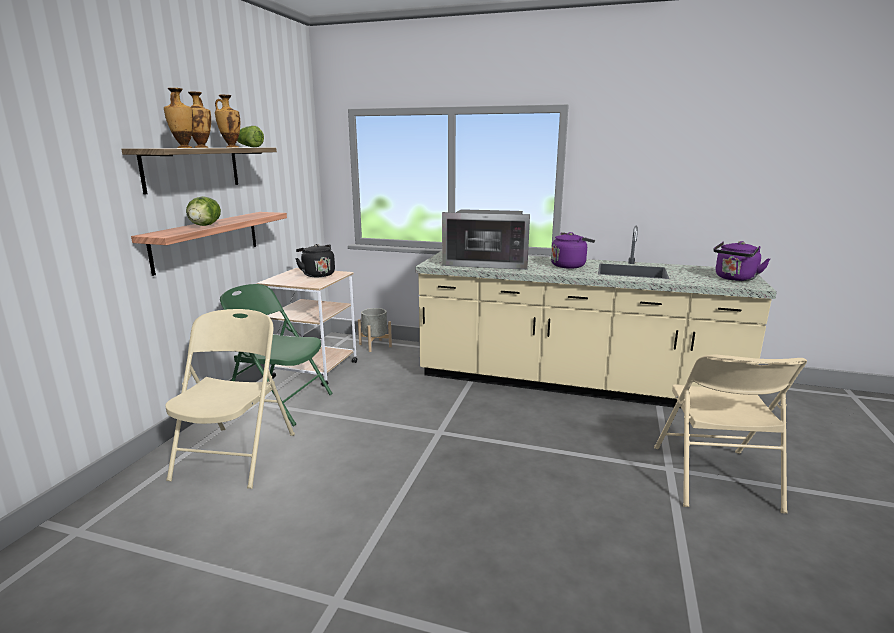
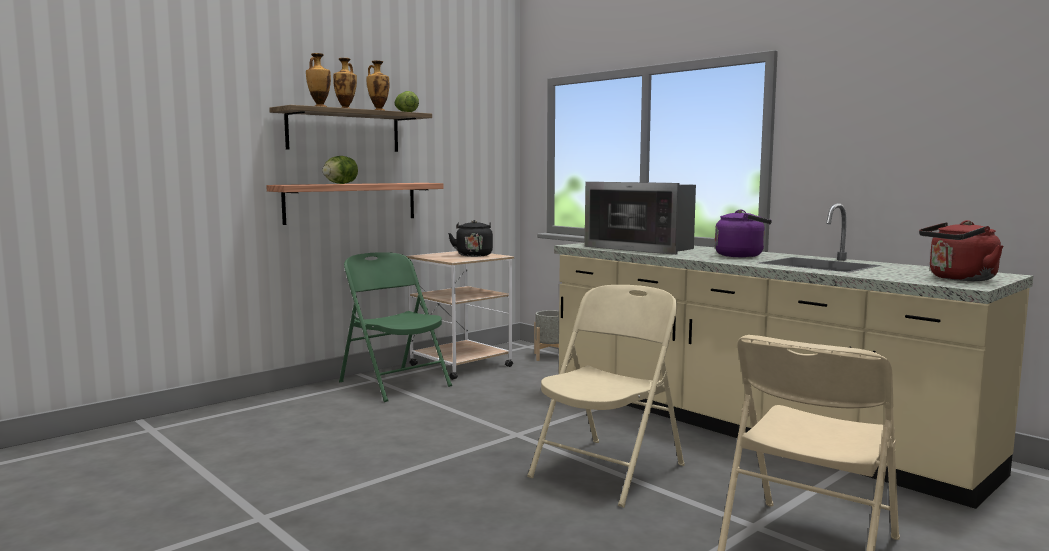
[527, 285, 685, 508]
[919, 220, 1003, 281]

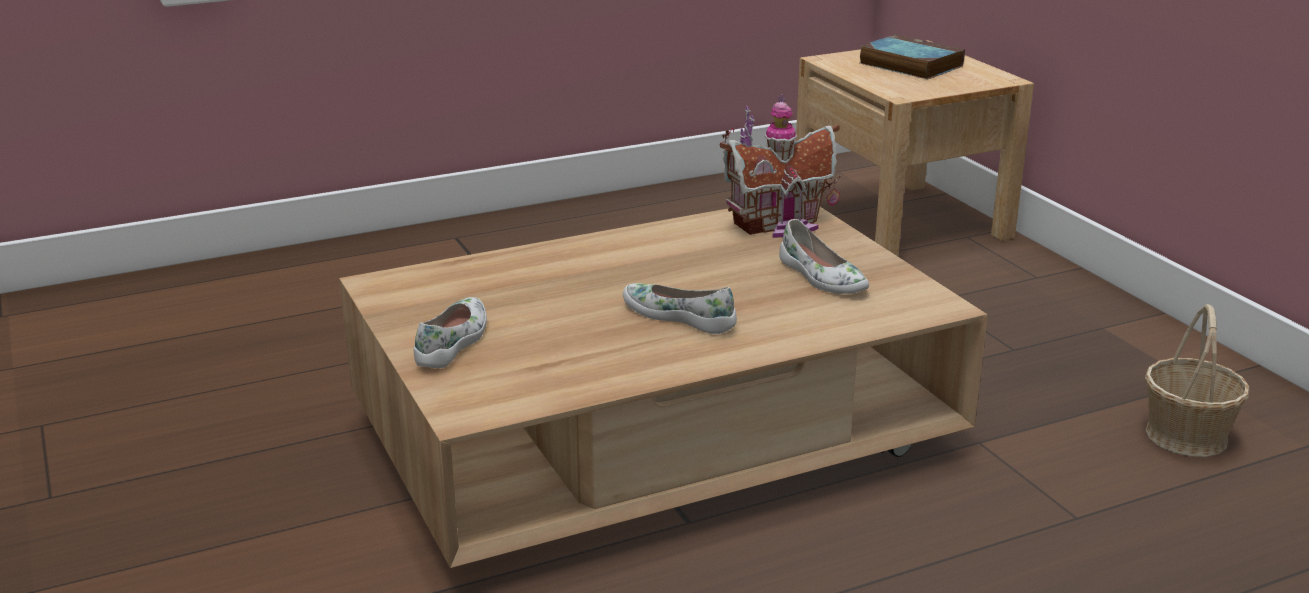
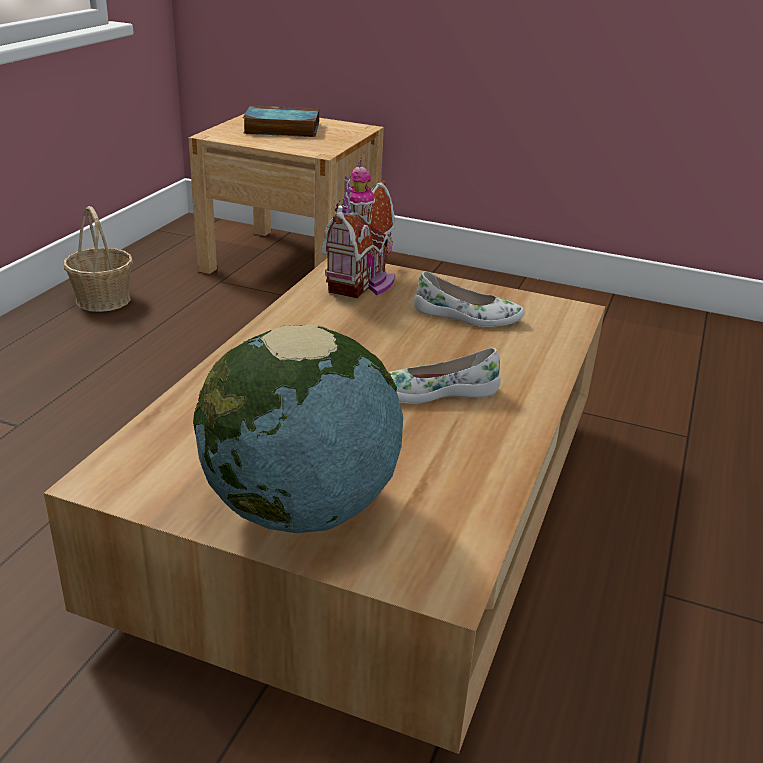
[64, 206, 133, 312]
[193, 324, 403, 533]

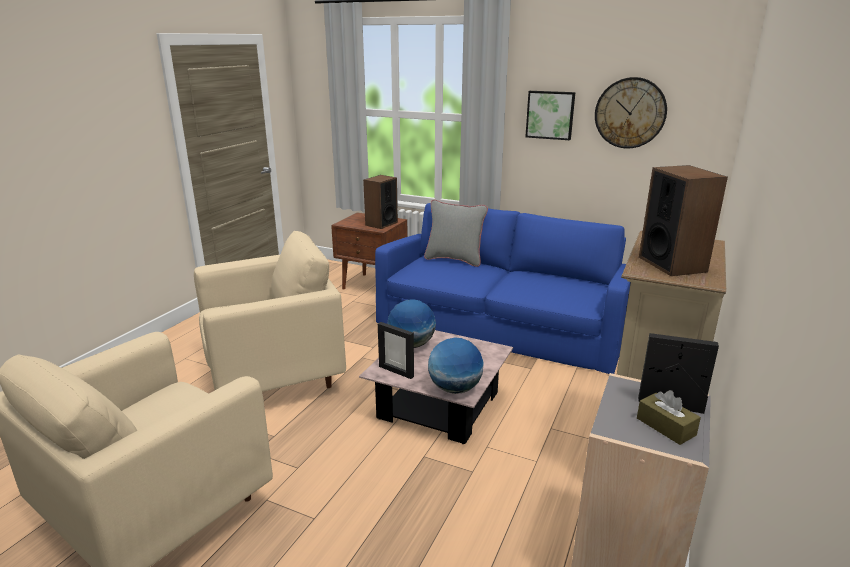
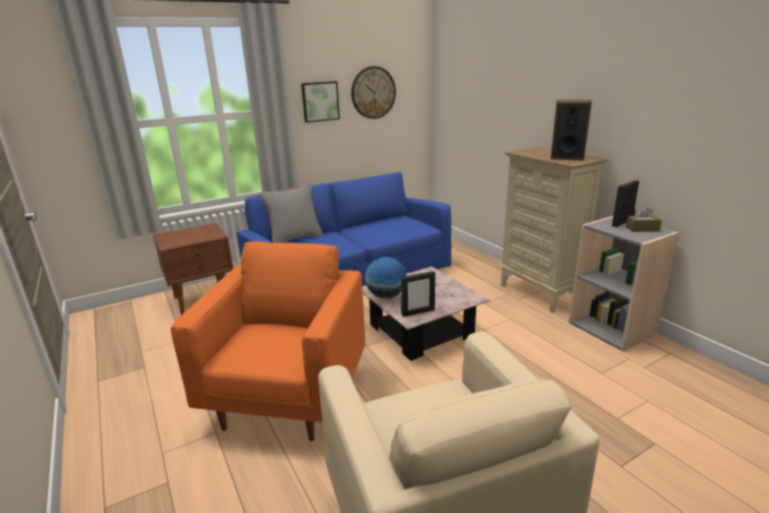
[171, 241, 365, 441]
[363, 175, 398, 229] (first image)
[428, 338, 484, 394] (first image)

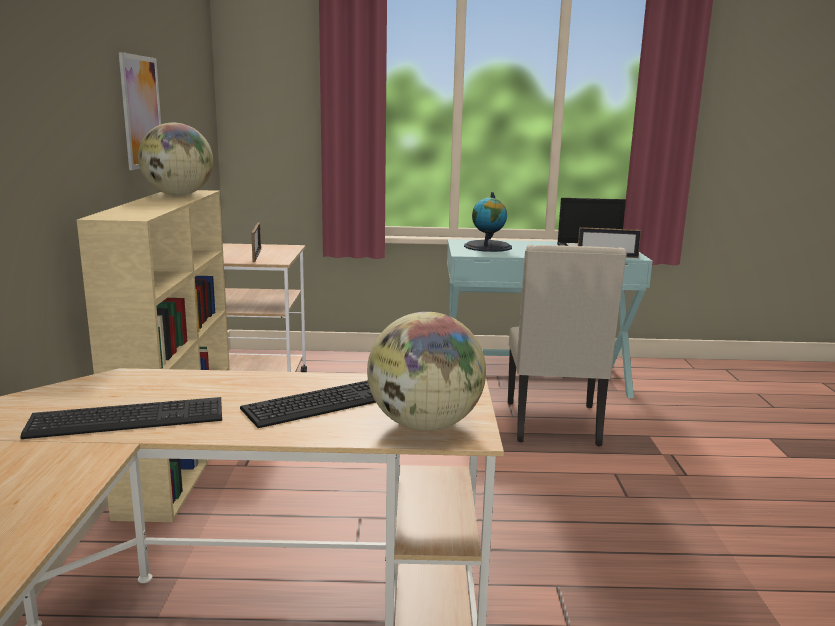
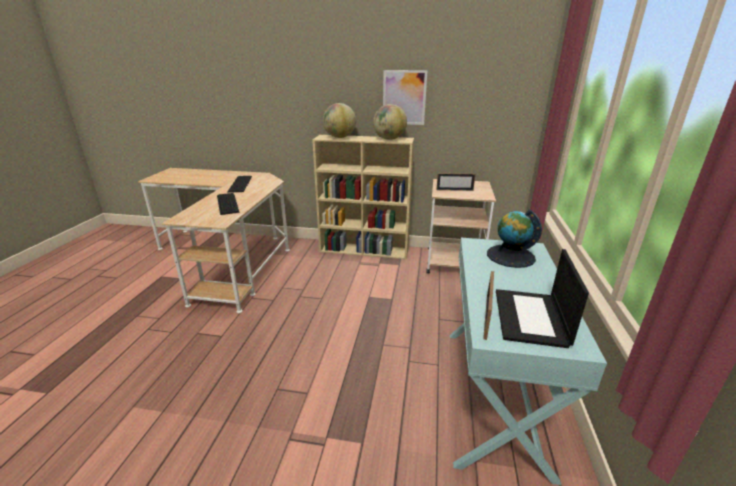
[323, 103, 356, 138]
[508, 245, 627, 446] (first image)

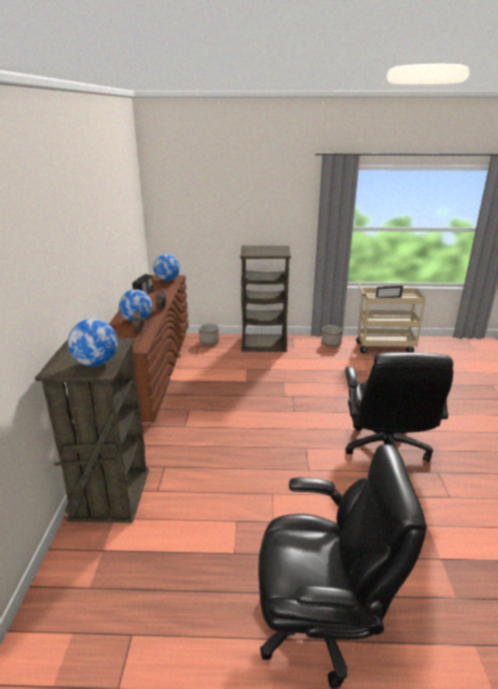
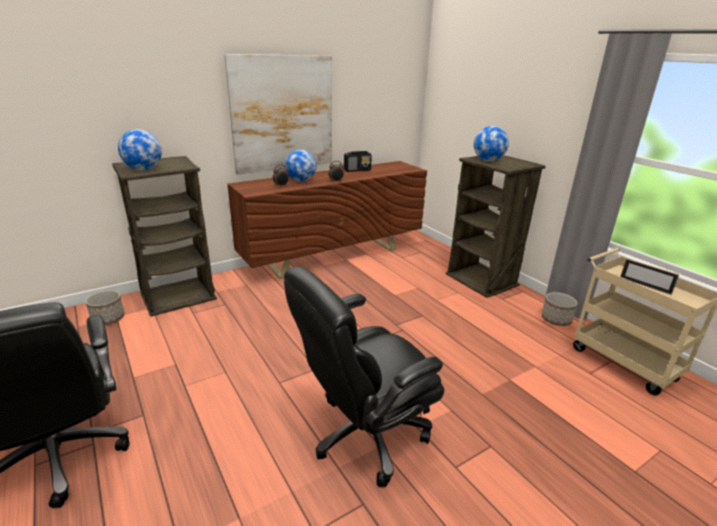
[85, 290, 125, 325]
[224, 54, 332, 175]
[474, 126, 509, 161]

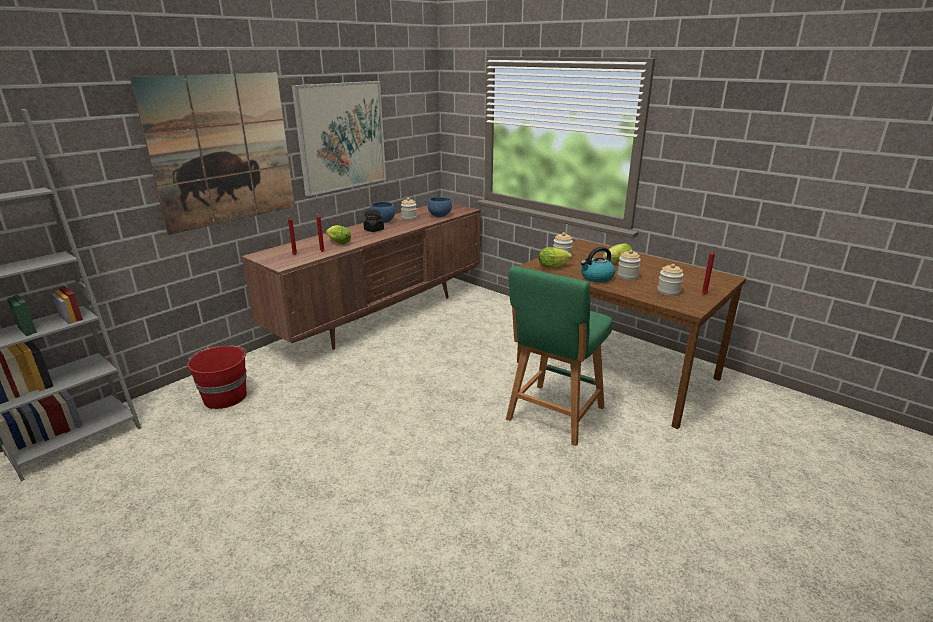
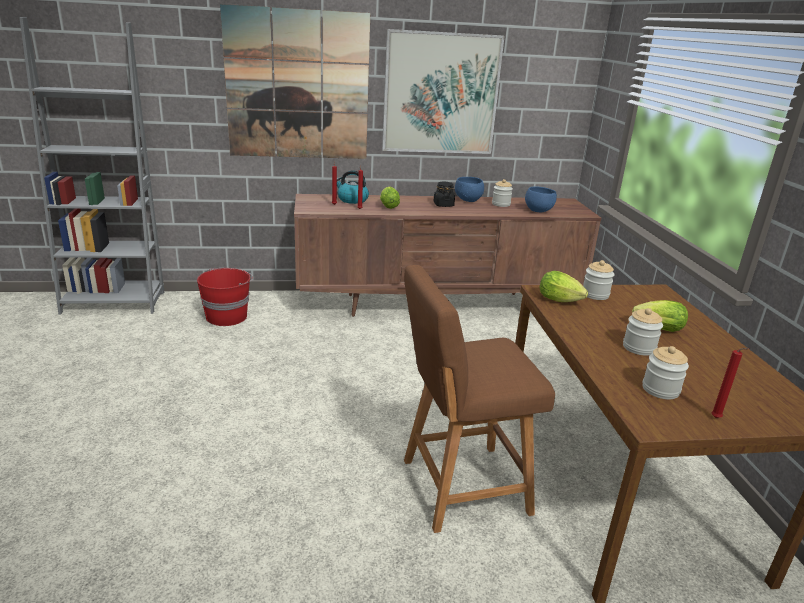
[337, 170, 369, 204]
[404, 265, 555, 533]

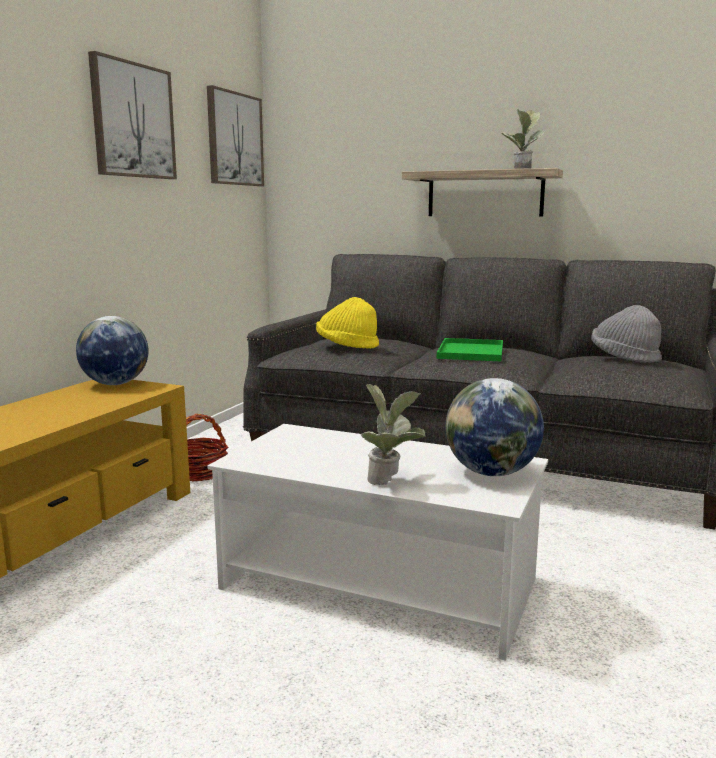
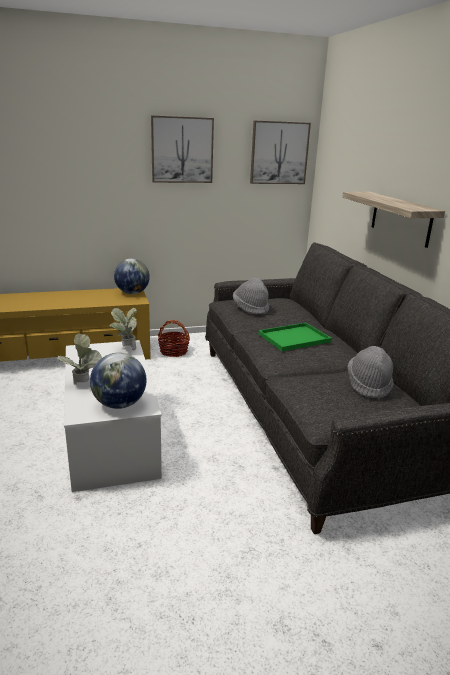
[109, 308, 137, 350]
[233, 278, 269, 314]

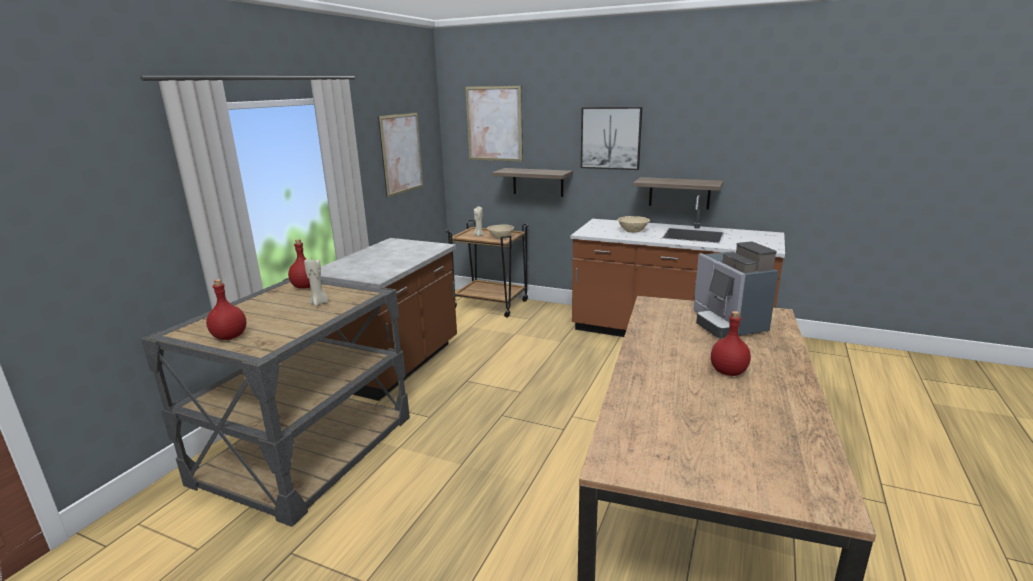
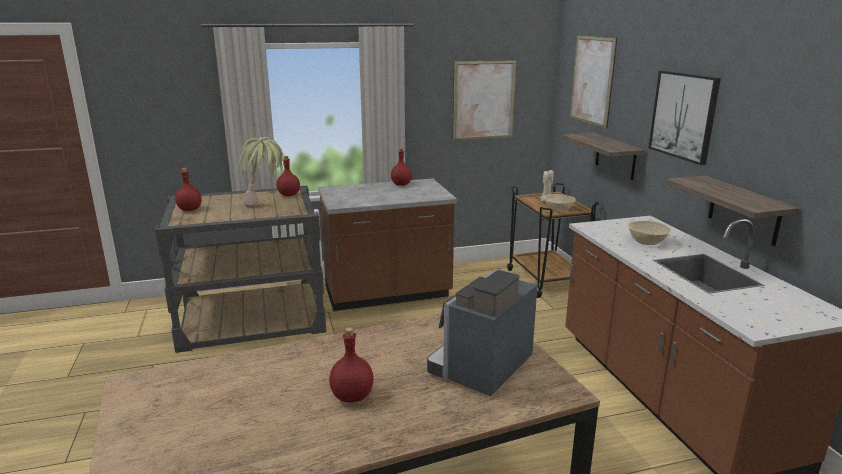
[237, 137, 284, 208]
[391, 148, 412, 186]

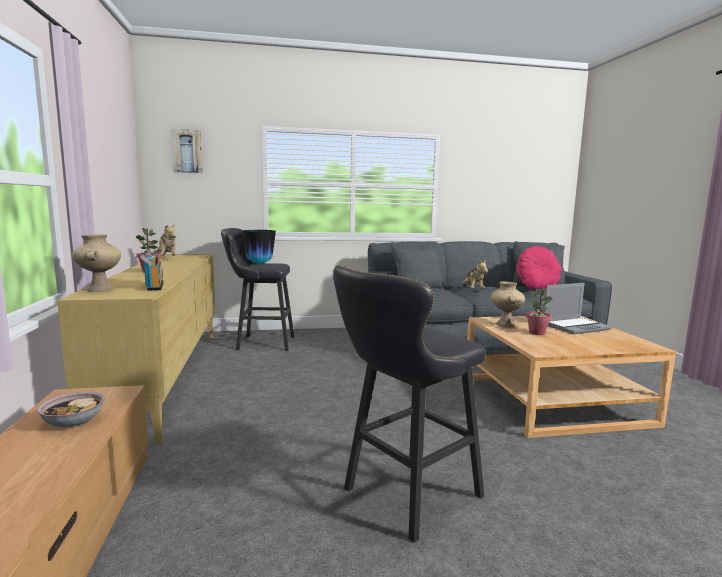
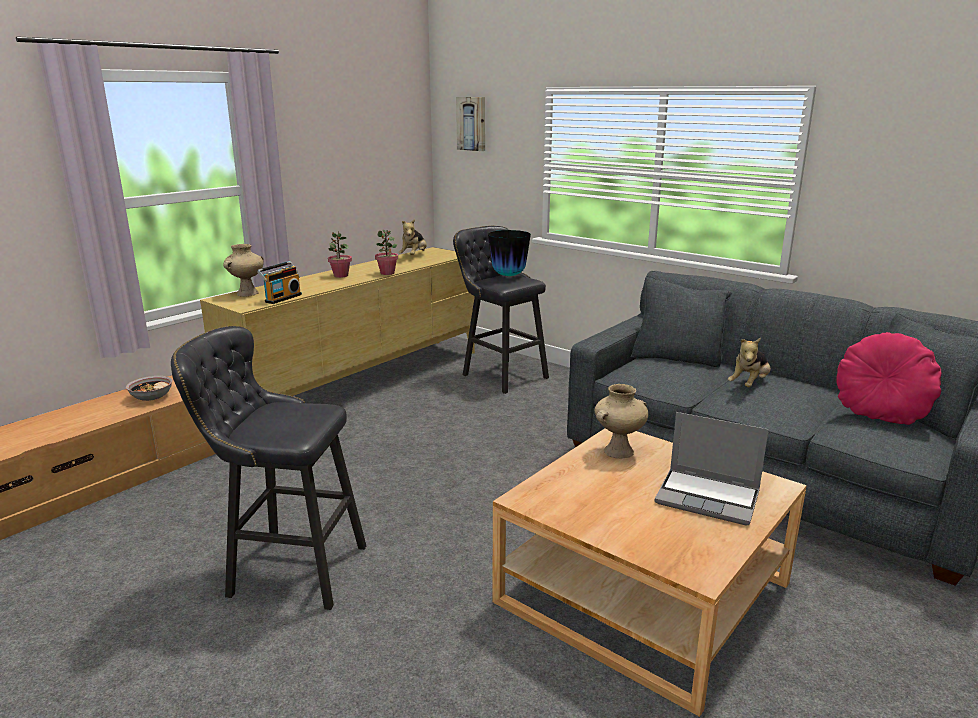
[375, 229, 398, 275]

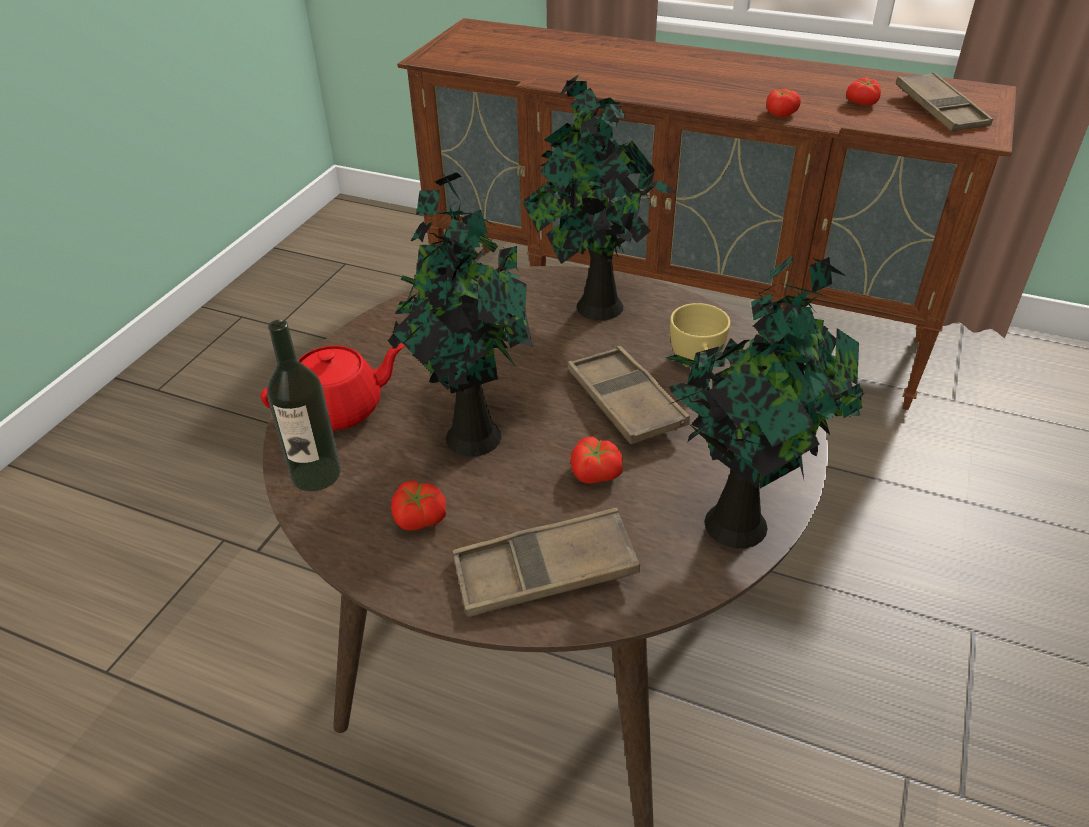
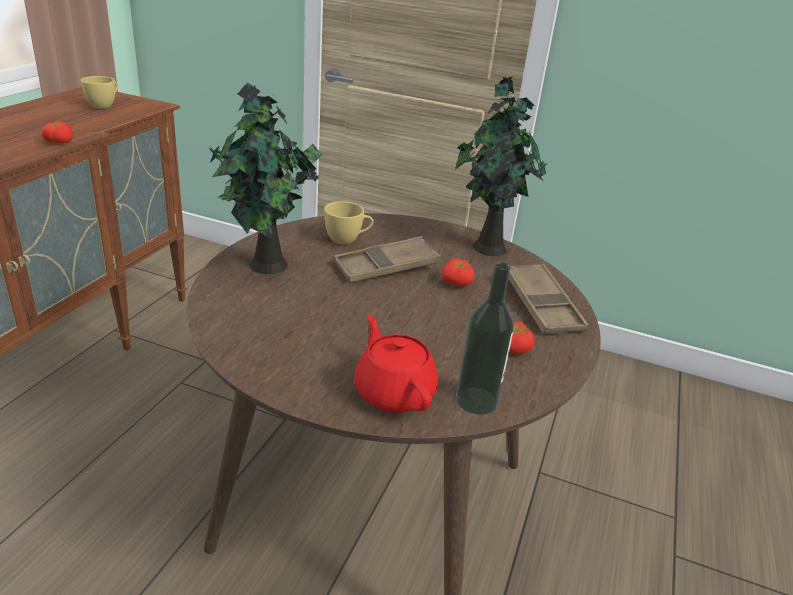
[81, 76, 118, 109]
[388, 172, 533, 457] (first image)
[846, 77, 881, 106] (first image)

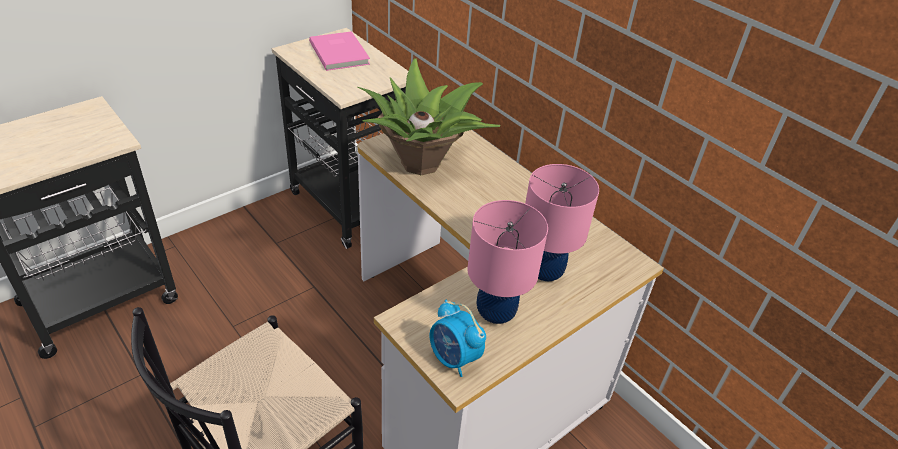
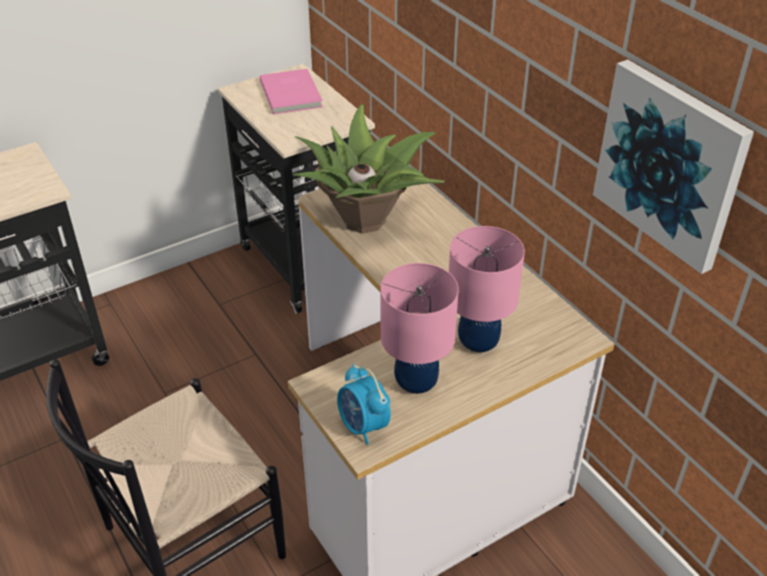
[593, 60, 754, 274]

